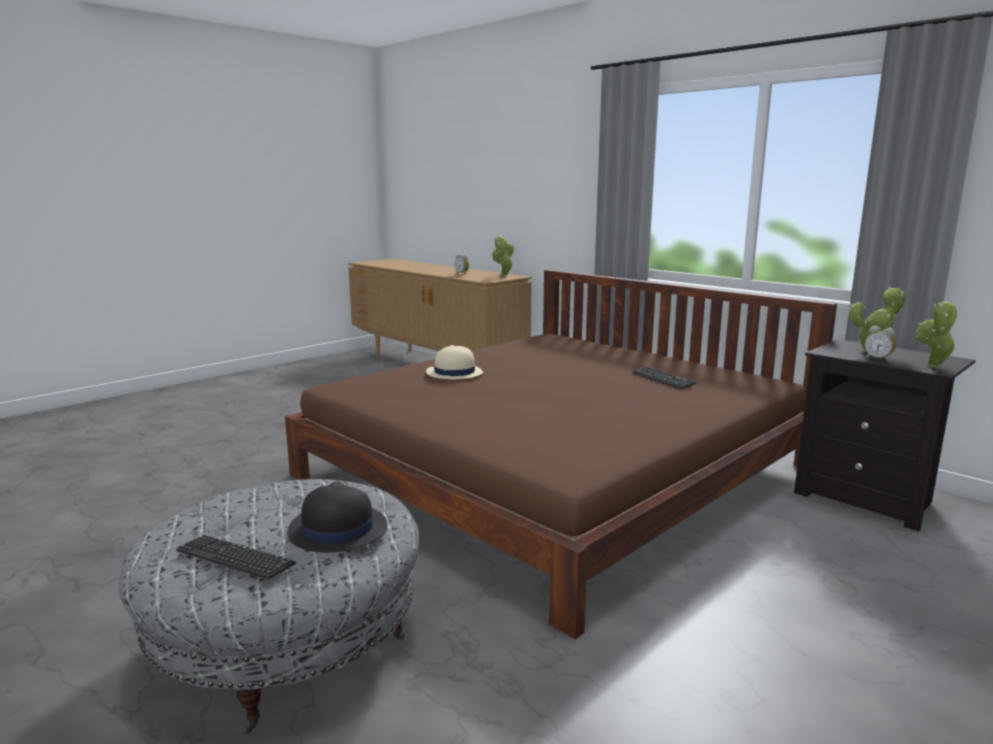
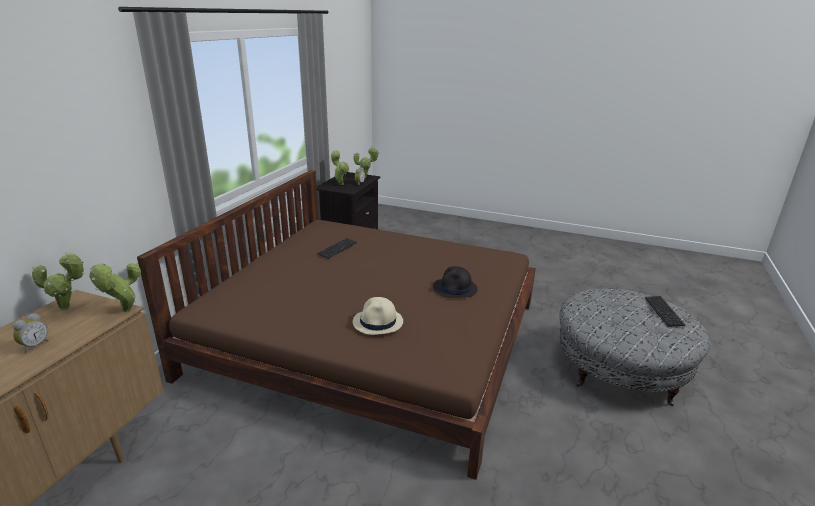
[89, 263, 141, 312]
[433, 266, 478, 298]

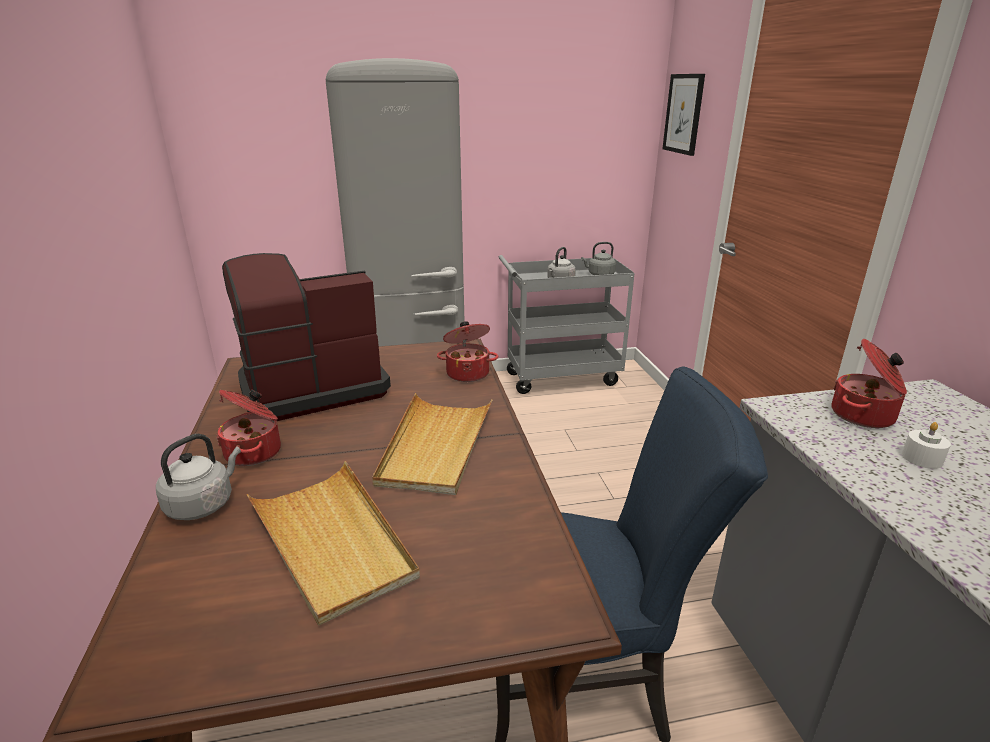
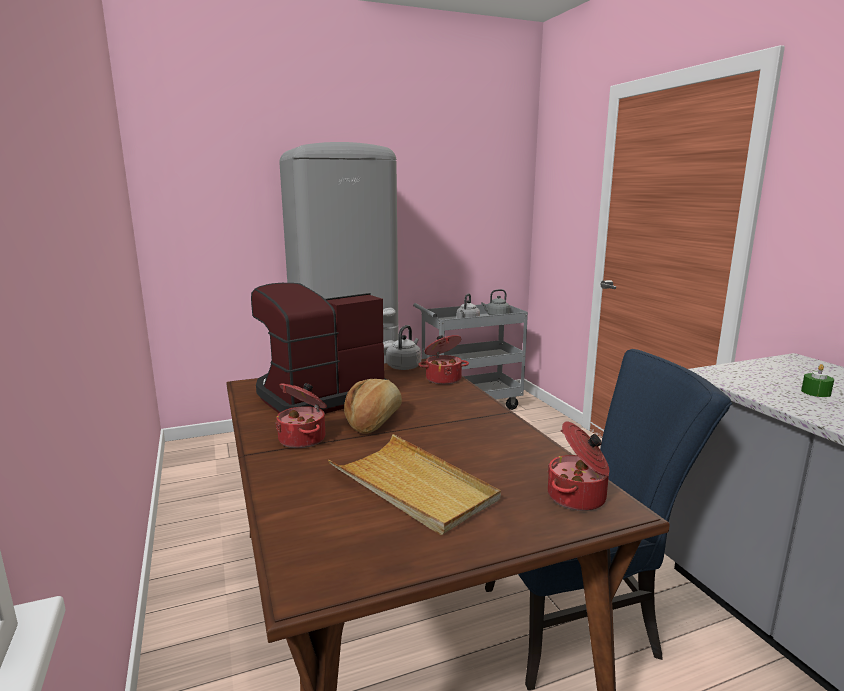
[344, 379, 402, 434]
[386, 325, 421, 370]
[547, 421, 609, 511]
[801, 364, 834, 397]
[372, 393, 493, 495] (first image)
[662, 74, 705, 156] (first image)

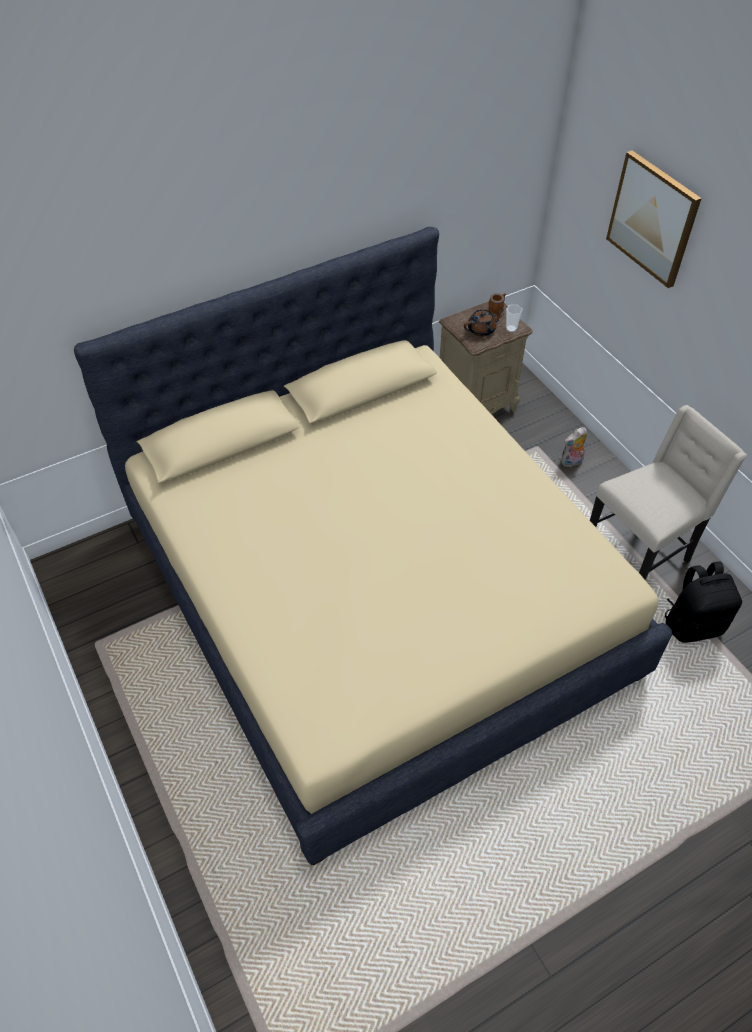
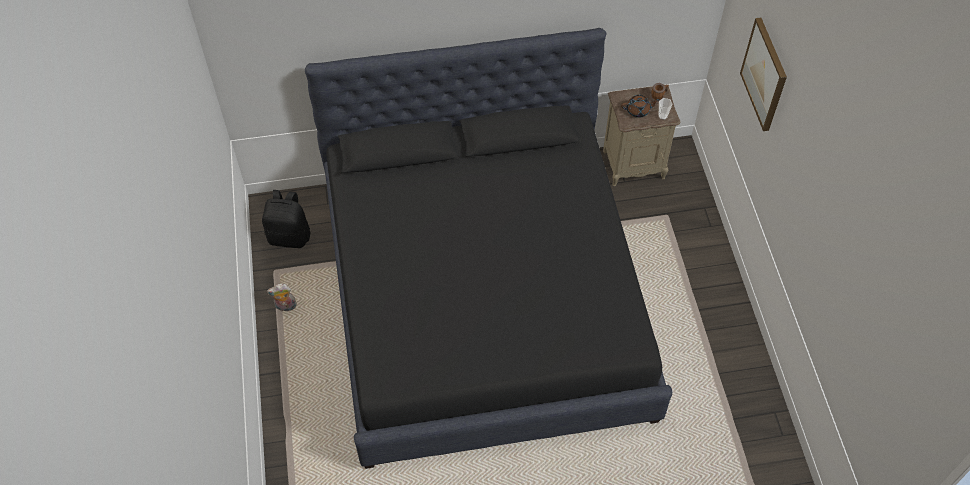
[262, 190, 310, 248]
[267, 283, 297, 311]
[305, 28, 672, 469]
[590, 405, 747, 580] (first image)

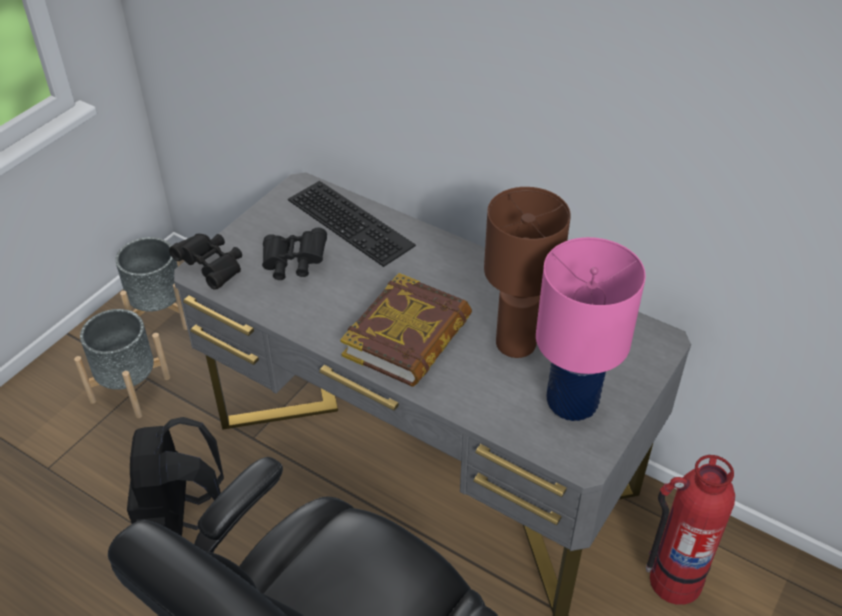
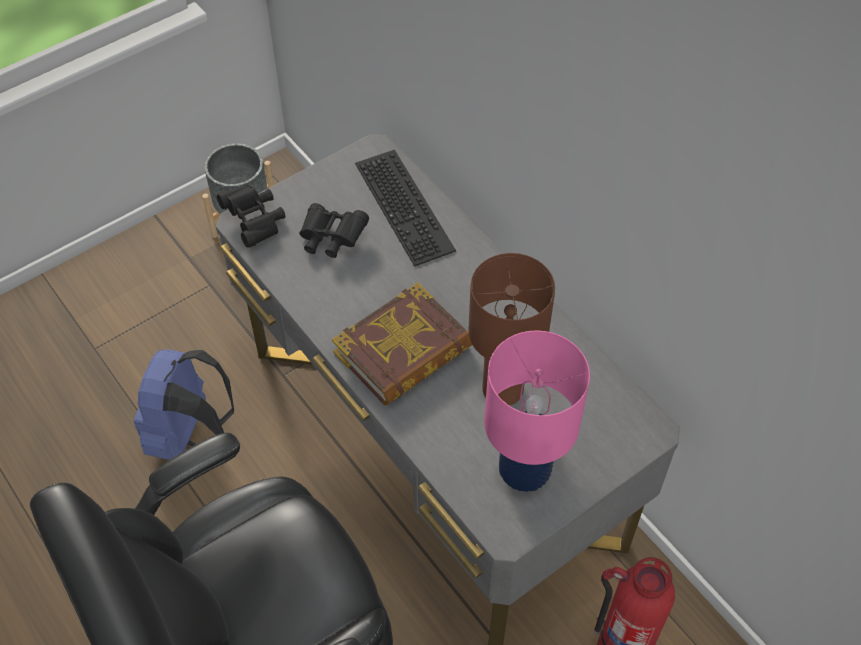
[134, 350, 234, 460]
[74, 309, 170, 418] (first image)

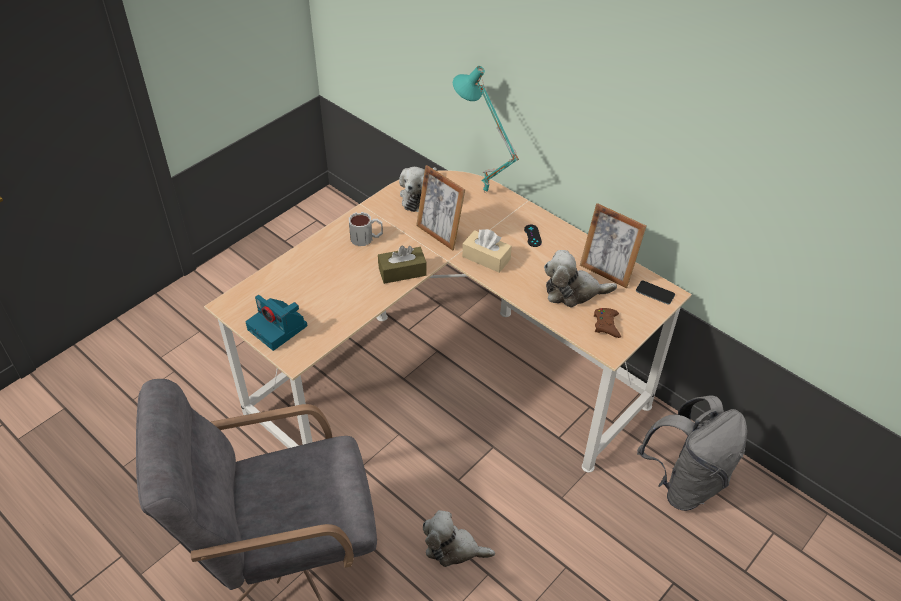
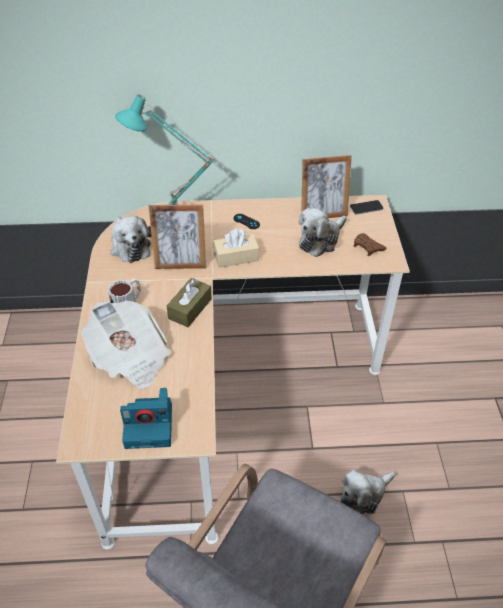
[81, 300, 171, 389]
[637, 396, 747, 511] (first image)

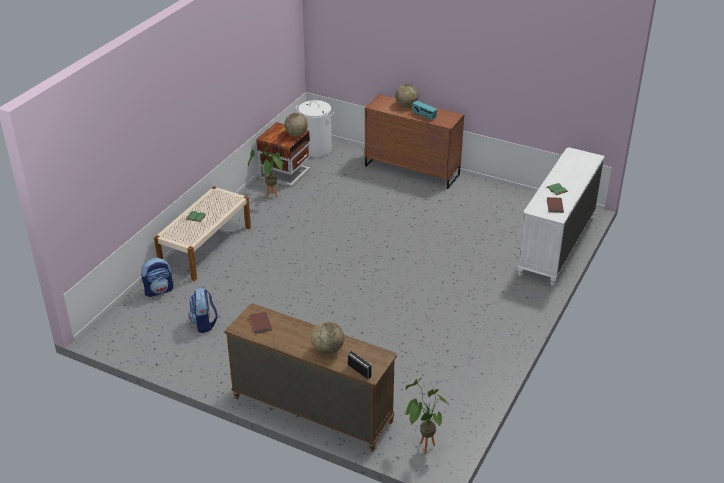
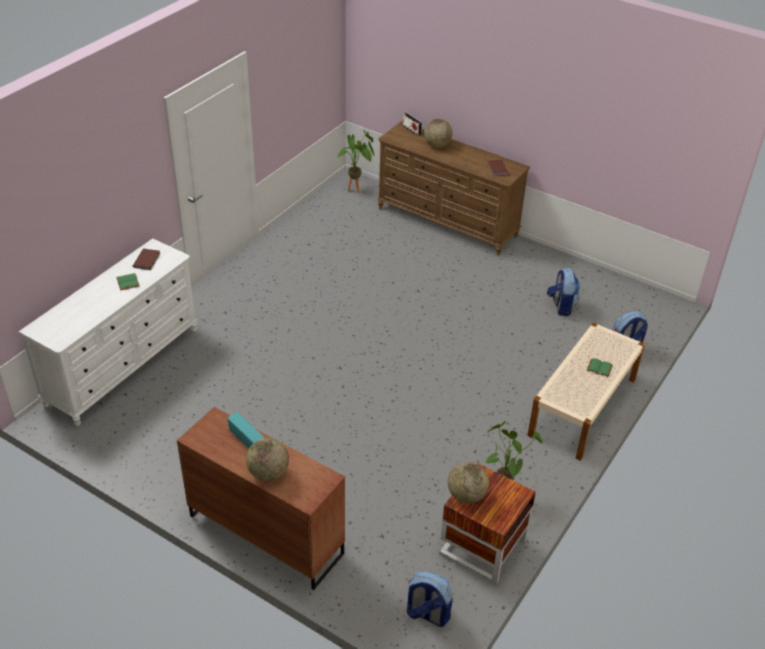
[407, 571, 453, 627]

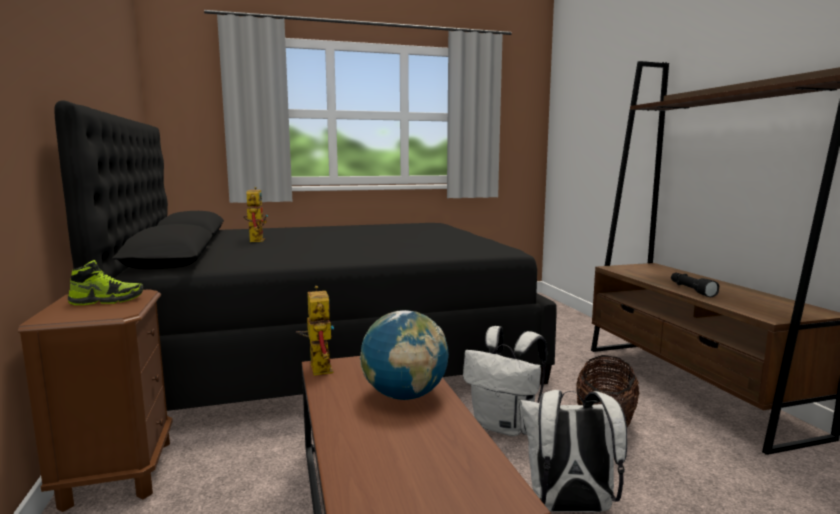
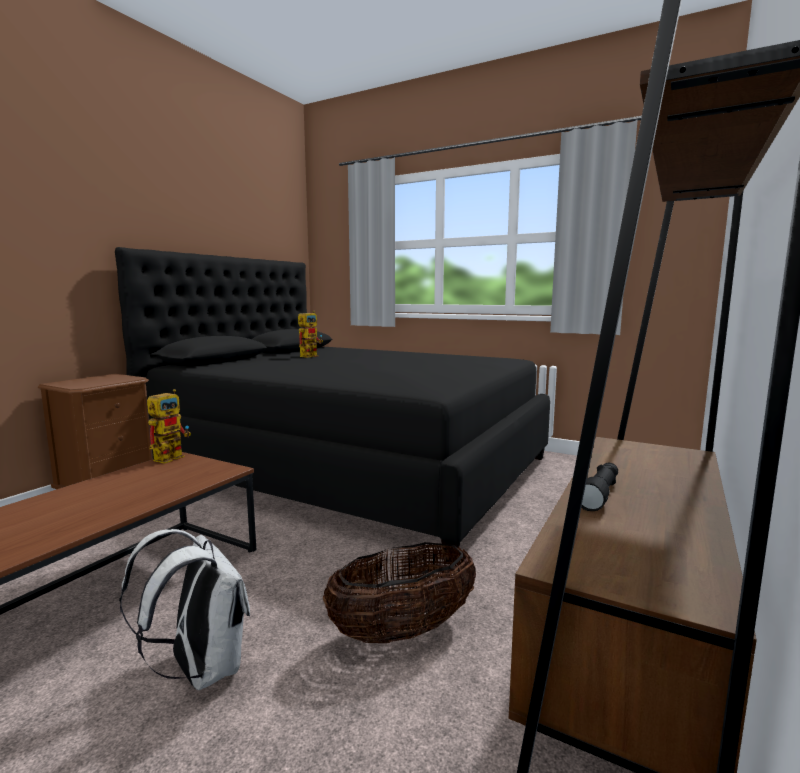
[68, 260, 143, 305] (first image)
[360, 310, 449, 400] (first image)
[463, 326, 547, 436] (first image)

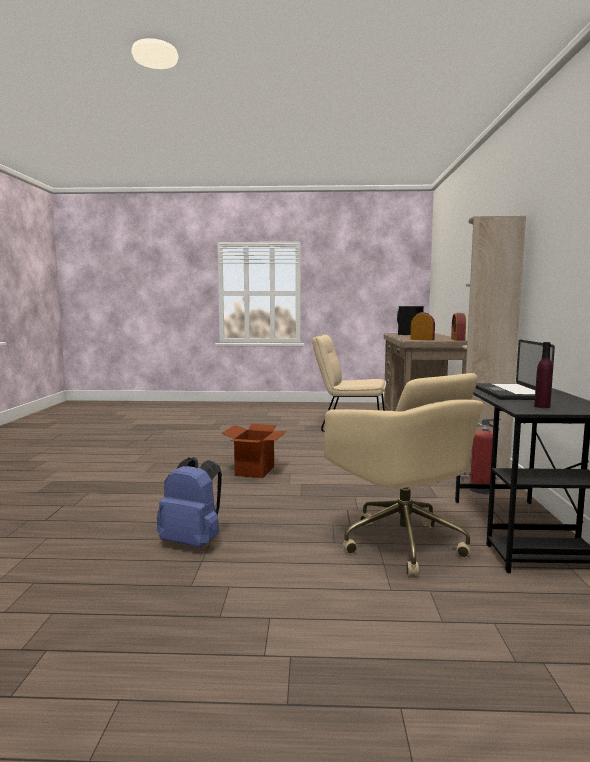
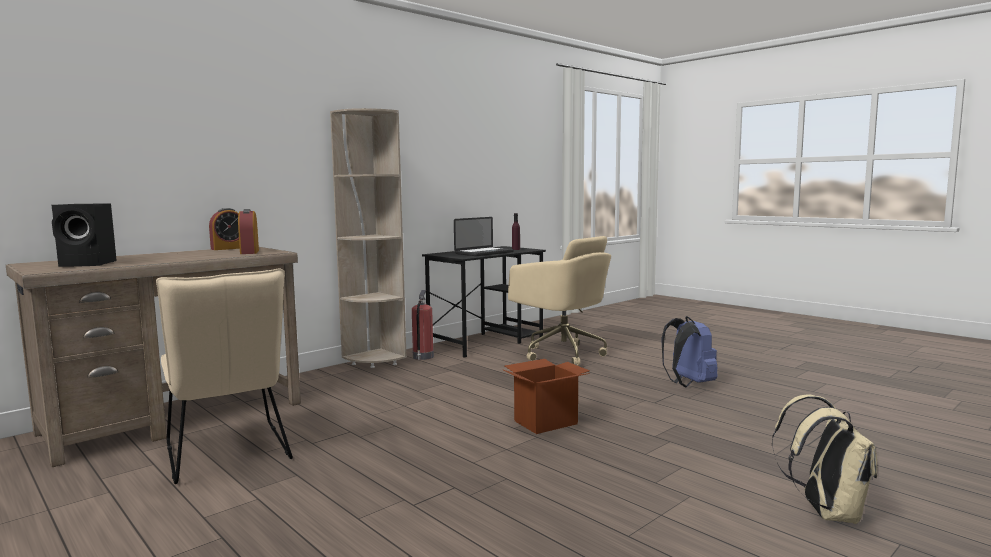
[508, 236, 611, 365]
[772, 395, 877, 524]

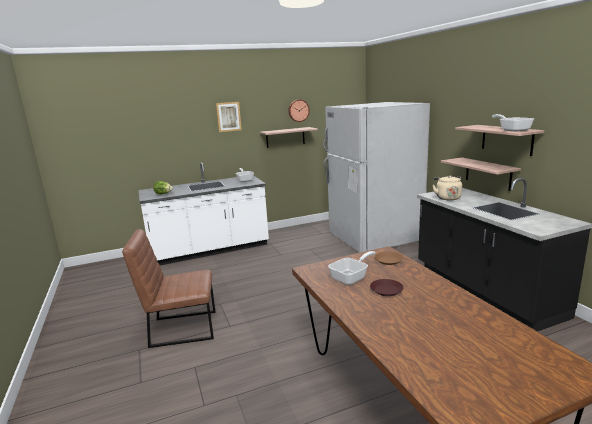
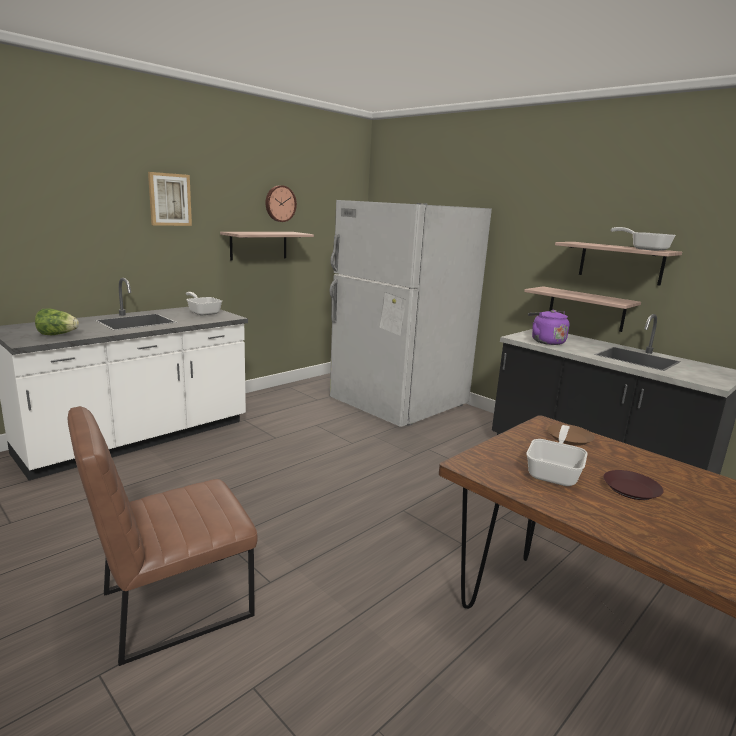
[528, 310, 569, 345]

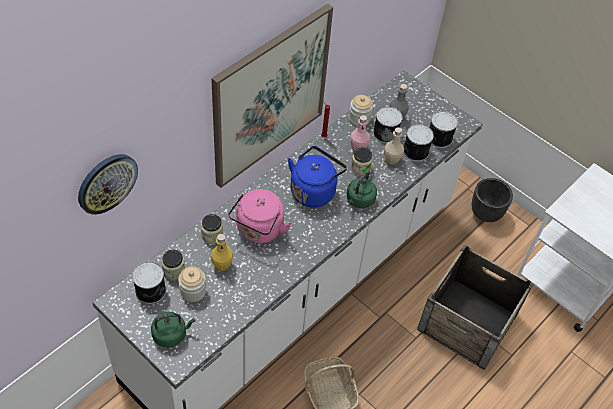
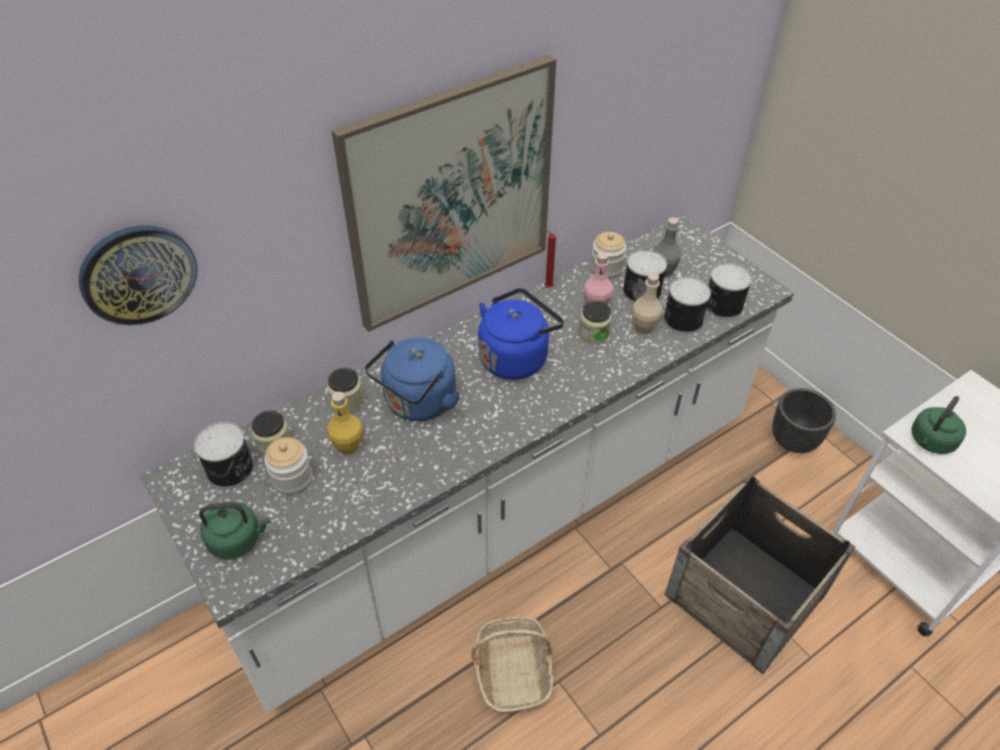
[365, 337, 460, 421]
[912, 396, 966, 454]

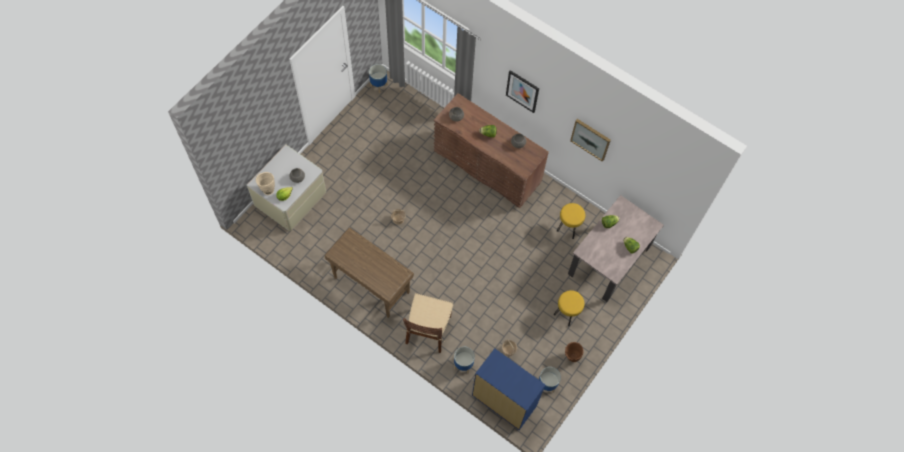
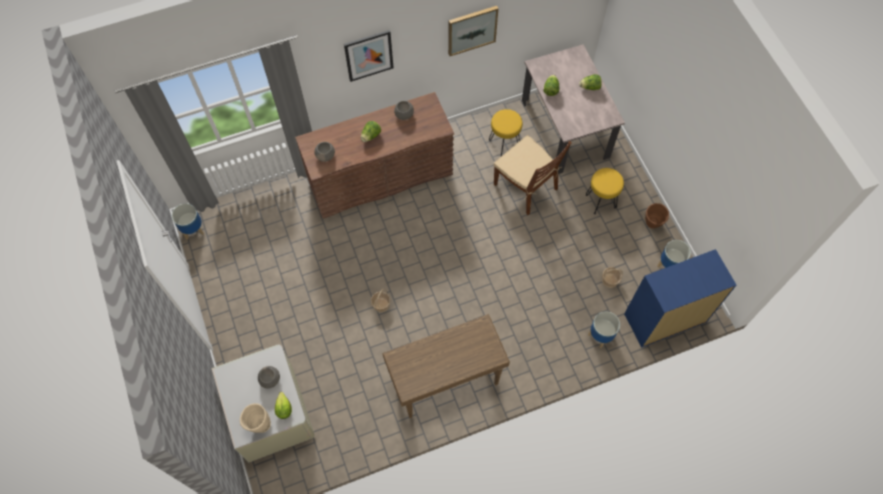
[494, 135, 572, 215]

